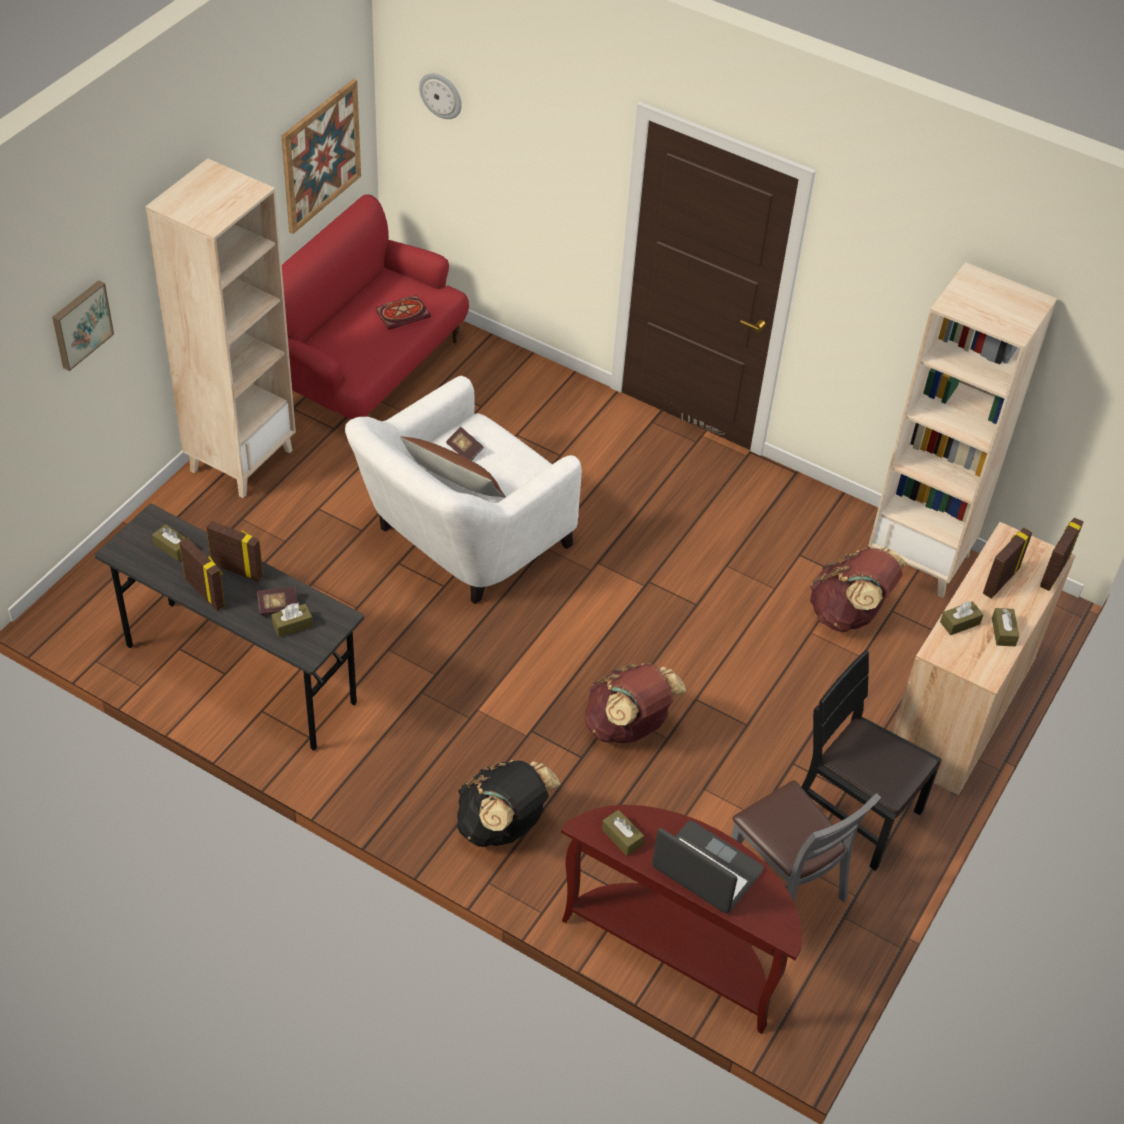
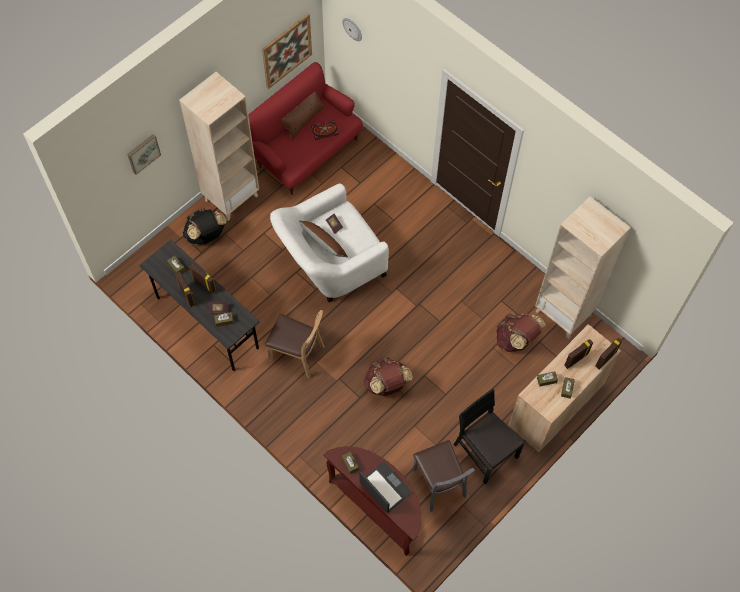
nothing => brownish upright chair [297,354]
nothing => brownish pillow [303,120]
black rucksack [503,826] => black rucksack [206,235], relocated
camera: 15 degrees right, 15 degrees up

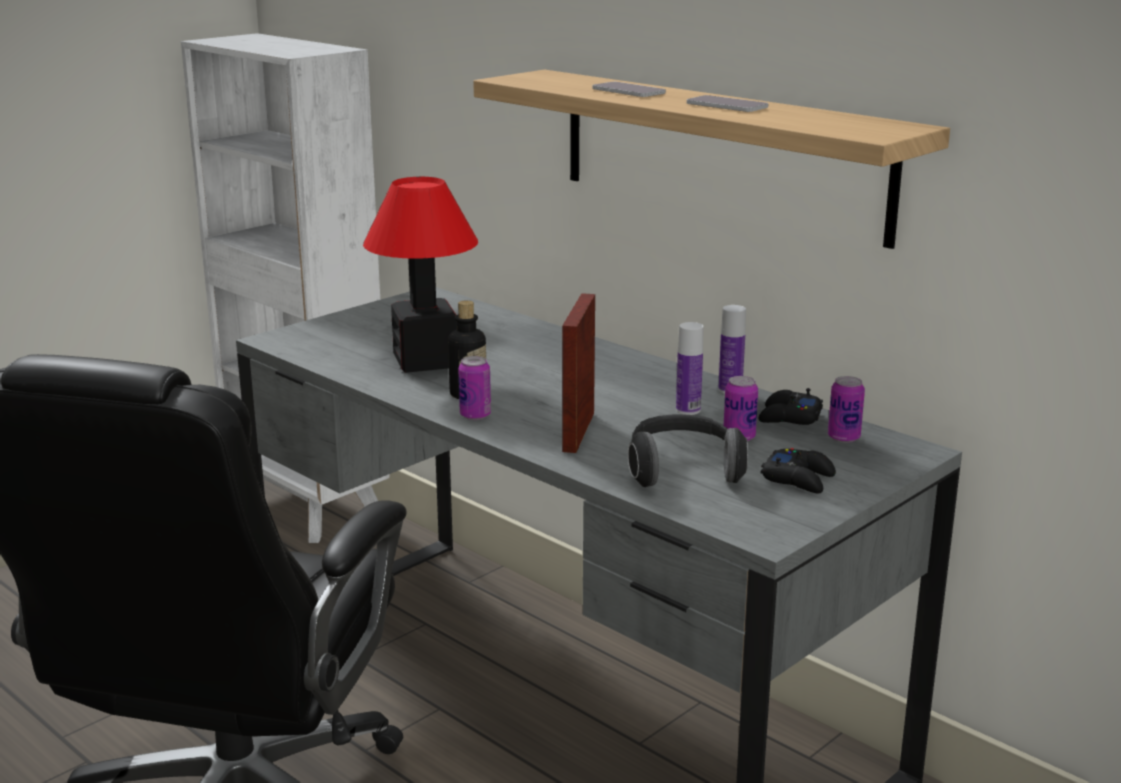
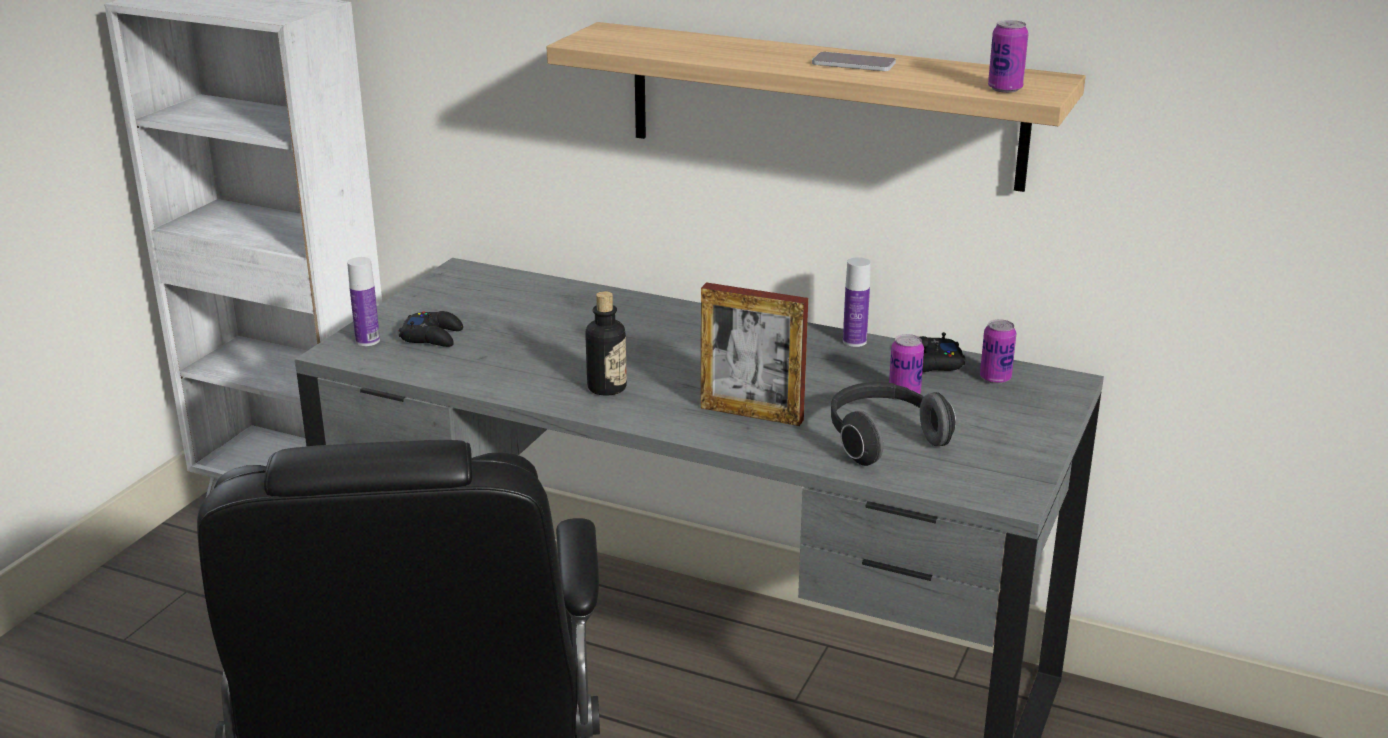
tabletop lamp [425,360] => nothing
telephone [628,91] => nothing
sealed can [475,415] => sealed can [1005,89], relocated
drink bottle [688,410] => drink bottle [367,341], relocated
black gamepad [798,479] => black gamepad [432,336], relocated
picture frame [578,432] => picture frame [751,414], 60 degrees counterclockwise
camera: 20 degrees left, 5 degrees up

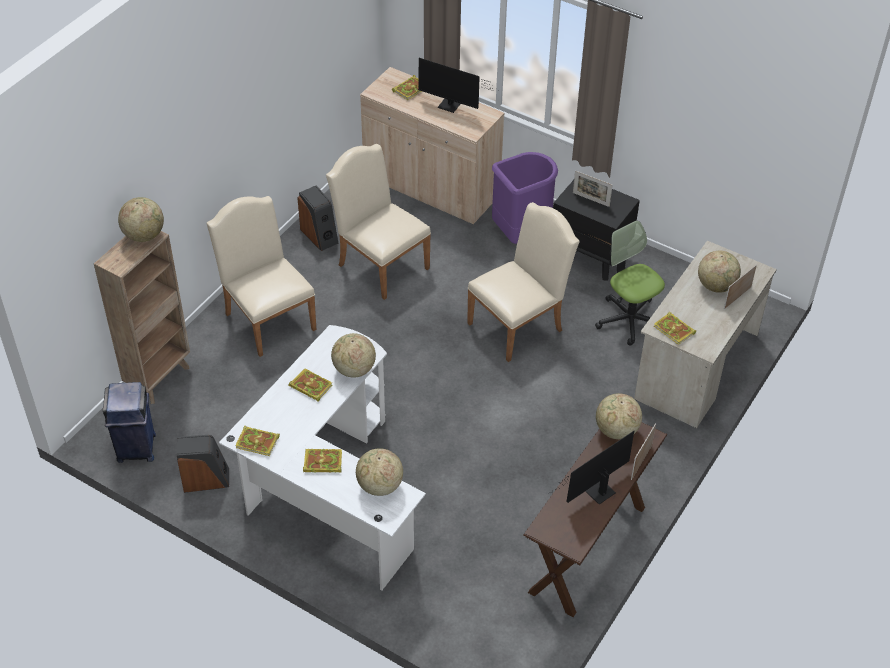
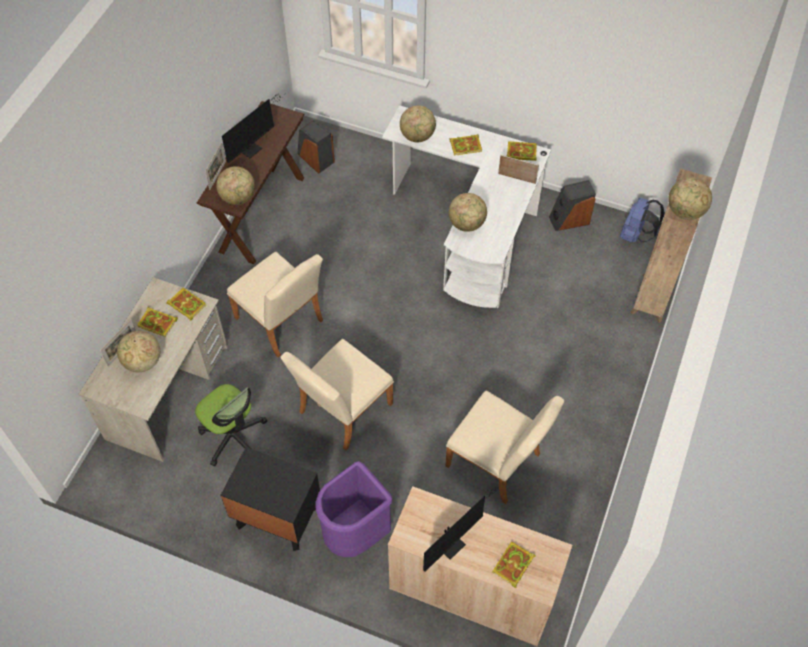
beige upright chair [267,317] => beige upright chair [282,323], relocated
bound book [310,386] => bound book [158,323], relocated
loudspeaker [320,235] => loudspeaker [315,158], relocated
picture frame [591,199] => picture frame [517,178], relocated
bluish rubbish bin [136,448] => bluish rucksack [636,235]
computer display [452,106] => computer display [453,542], 120 degrees clockwise
camera: 170 degrees right, 10 degrees up

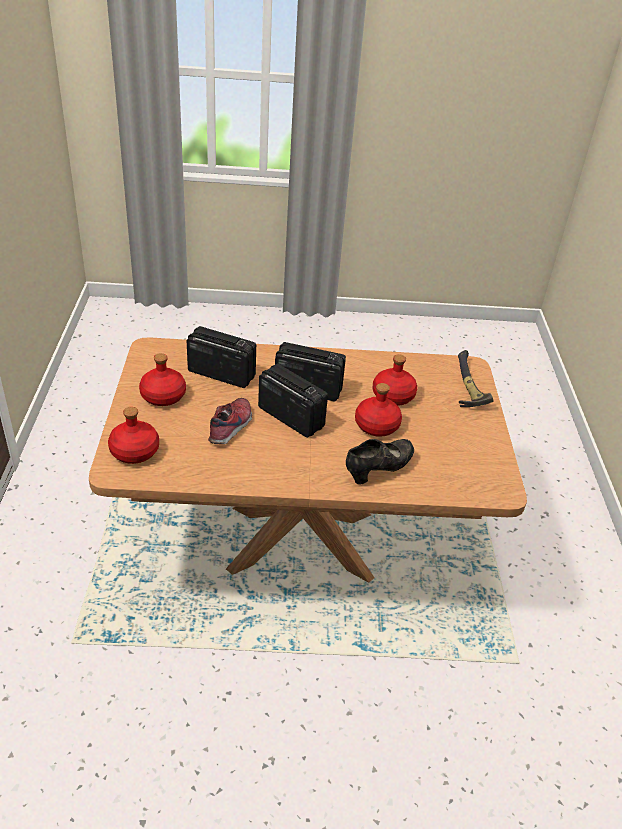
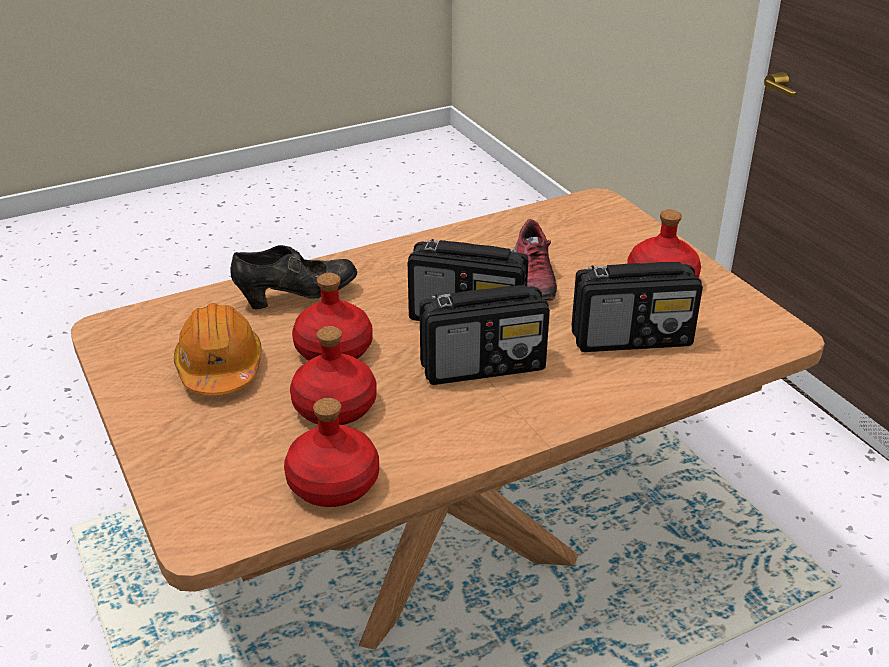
hammer [466,387] => nothing
nothing => orange-coloured hard hat [220,367]
reddish drink bottle [135,451] => reddish drink bottle [332,484], relocated
black low shoe [378,469] => black low shoe [297,297], 135 degrees counterclockwise
camera: 155 degrees right, 5 degrees down

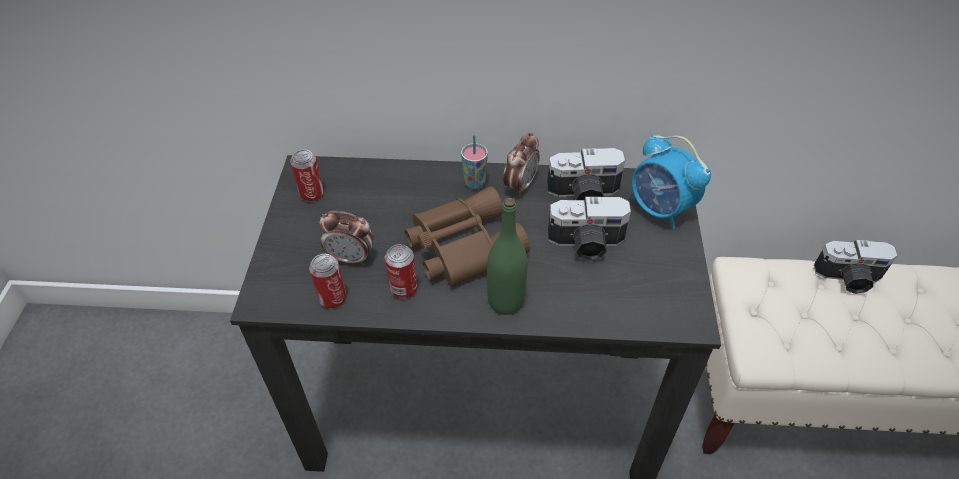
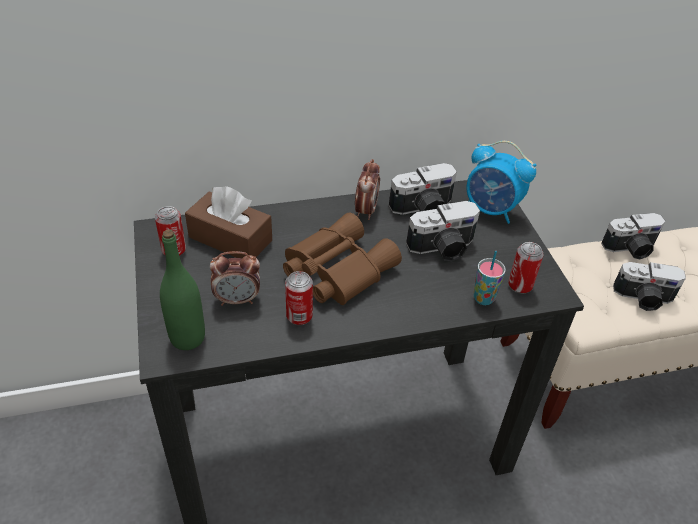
nothing => brownish box of tissues [230,239]
nothing => photo camera [643,299]
sealed can [332,298] => sealed can [520,286], relocated
drinking cup [474,183] => drinking cup [483,298], relocated
greenish drink bottle [506,301] => greenish drink bottle [187,338], relocated
camera: 20 degrees left, 5 degrees down

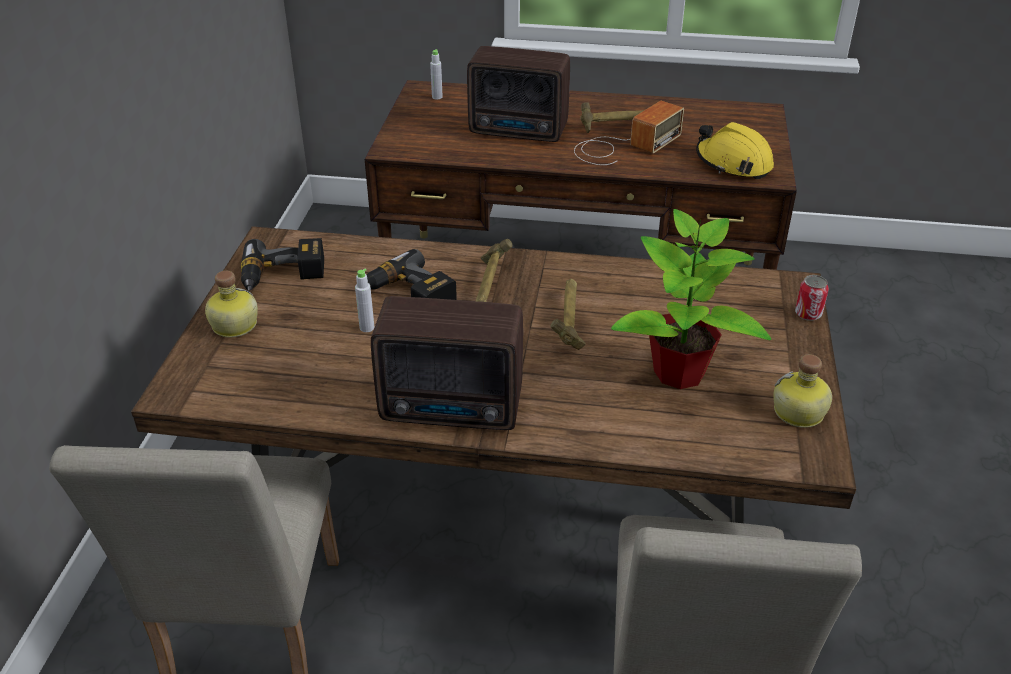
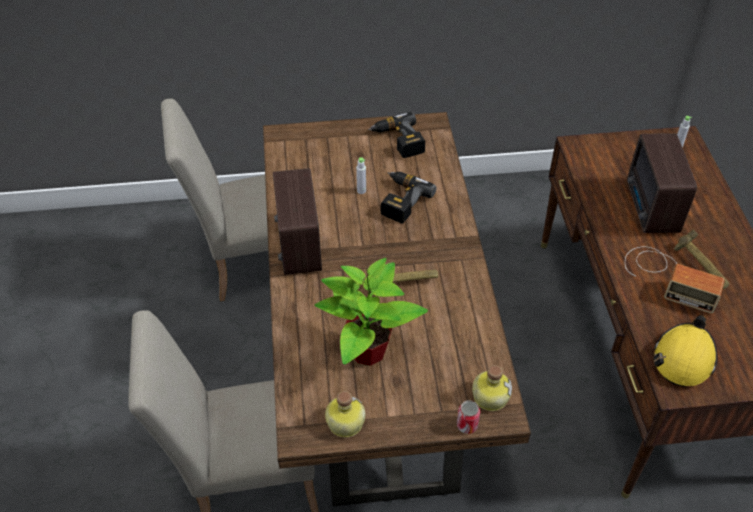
hammer [488,287] => nothing
drink bottle [233,325] => drink bottle [489,396], relocated
camera: 75 degrees right, 10 degrees up

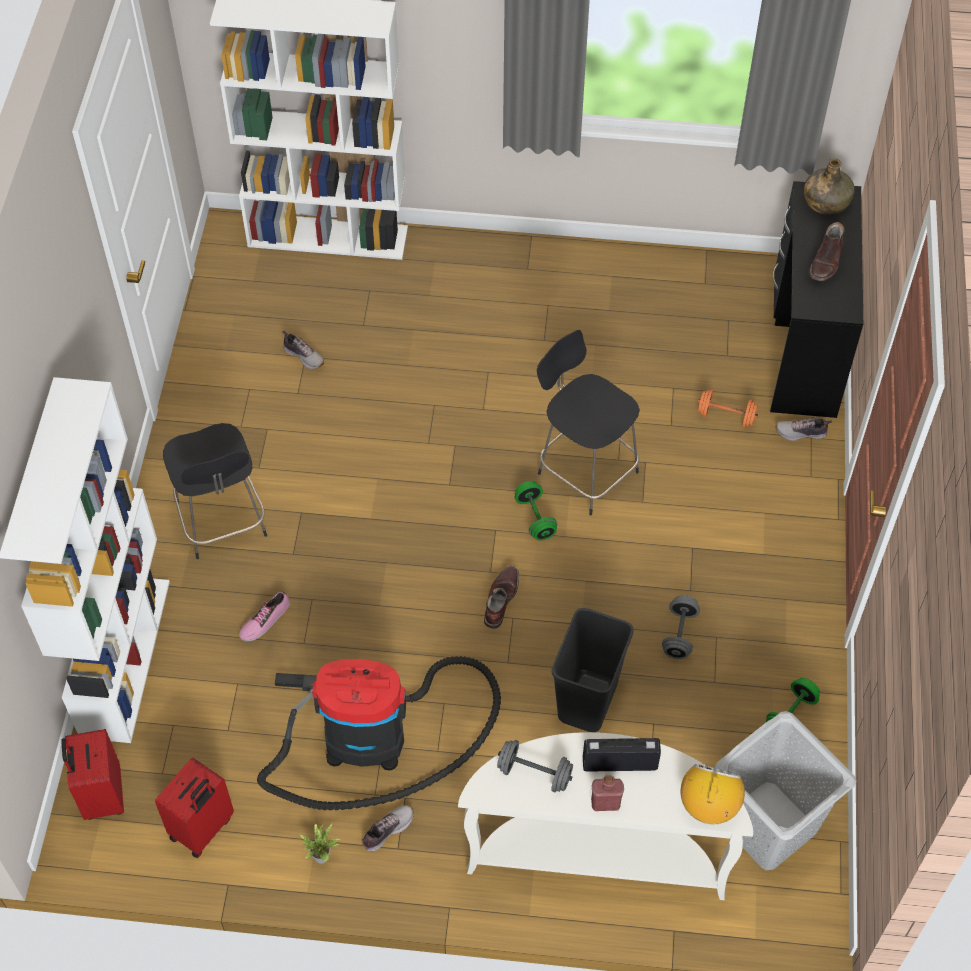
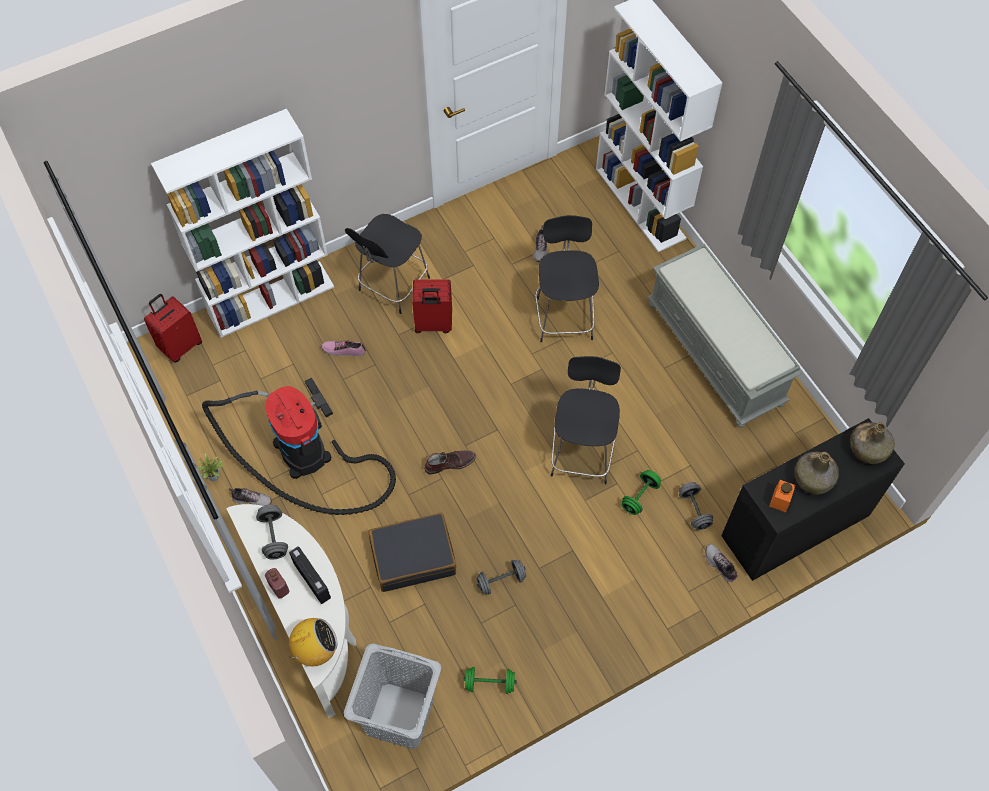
nothing => black stool [564,316]
nothing => grey long seat [716,354]
nothing => orange-coloured storage jar [780,500]
reddish piece of luggage [203,829] => reddish piece of luggage [433,324], relocated
greenish free weight [535,518] => greenish free weight [640,497], relocated
black rubbish bin [588,702] => black piece of luggage [413,556]
brownish tall boot [826,261] => greenish drink bottle [813,479]
orange-coloured free weight [726,416] => grey free weight [694,510]
camera: 55 degrees right, 5 degrees up

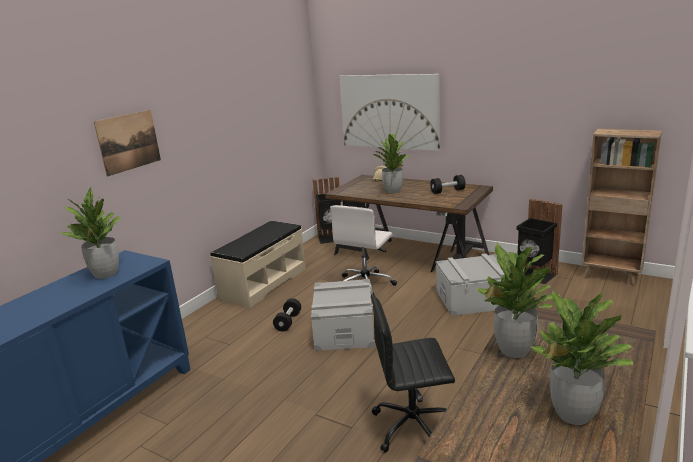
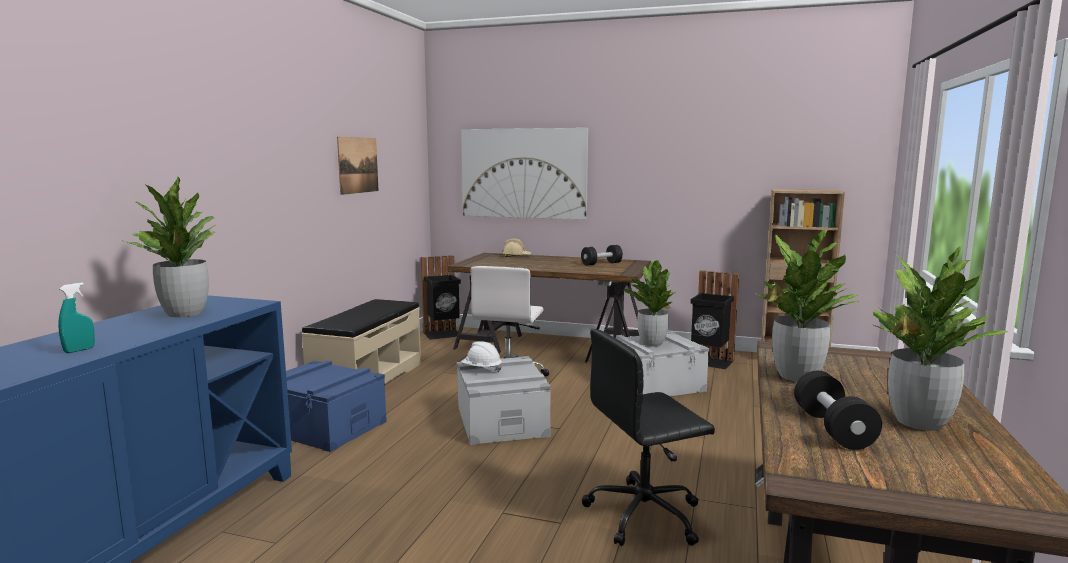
nothing => turquoise-coloured hand sprayer [79,350]
nothing => bluish storage box [323,426]
nothing => white hard hat [481,369]
picture [128,142] => picture [358,165], relocated
black free weight [288,322] => black free weight [833,429], relocated
plant in a pot [393,191] => plant in a pot [651,343], relocated
camera: 15 degrees left, 10 degrees down

